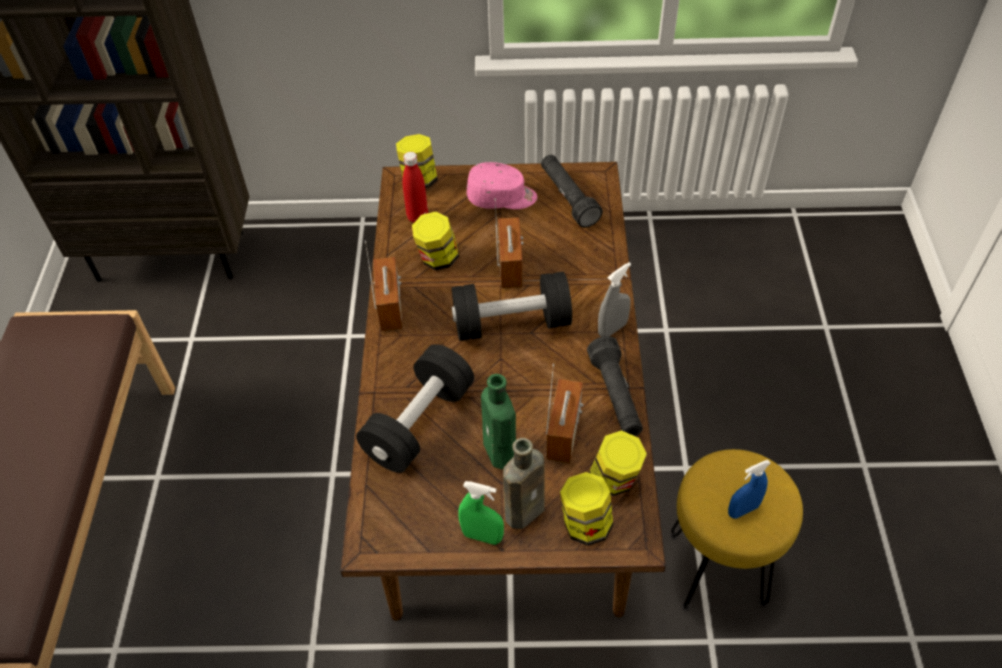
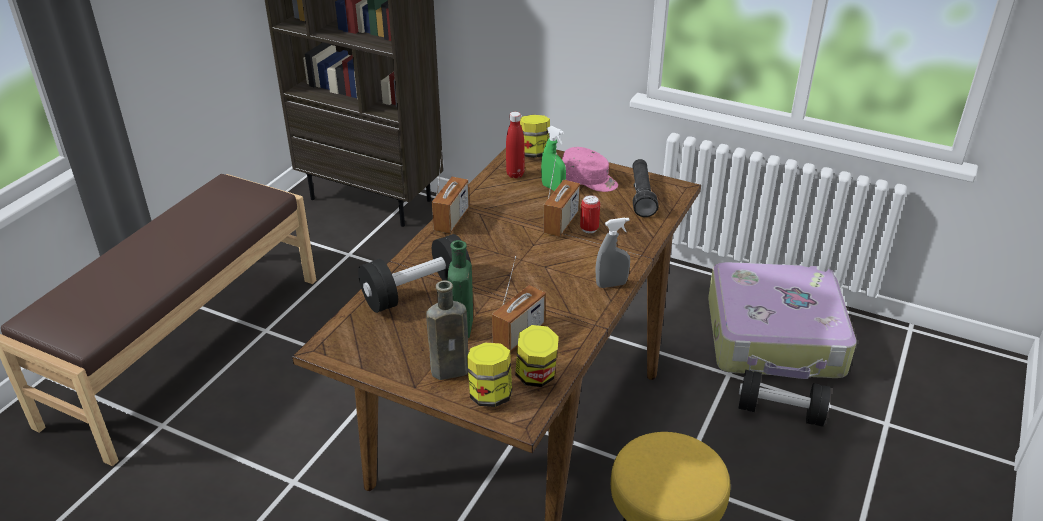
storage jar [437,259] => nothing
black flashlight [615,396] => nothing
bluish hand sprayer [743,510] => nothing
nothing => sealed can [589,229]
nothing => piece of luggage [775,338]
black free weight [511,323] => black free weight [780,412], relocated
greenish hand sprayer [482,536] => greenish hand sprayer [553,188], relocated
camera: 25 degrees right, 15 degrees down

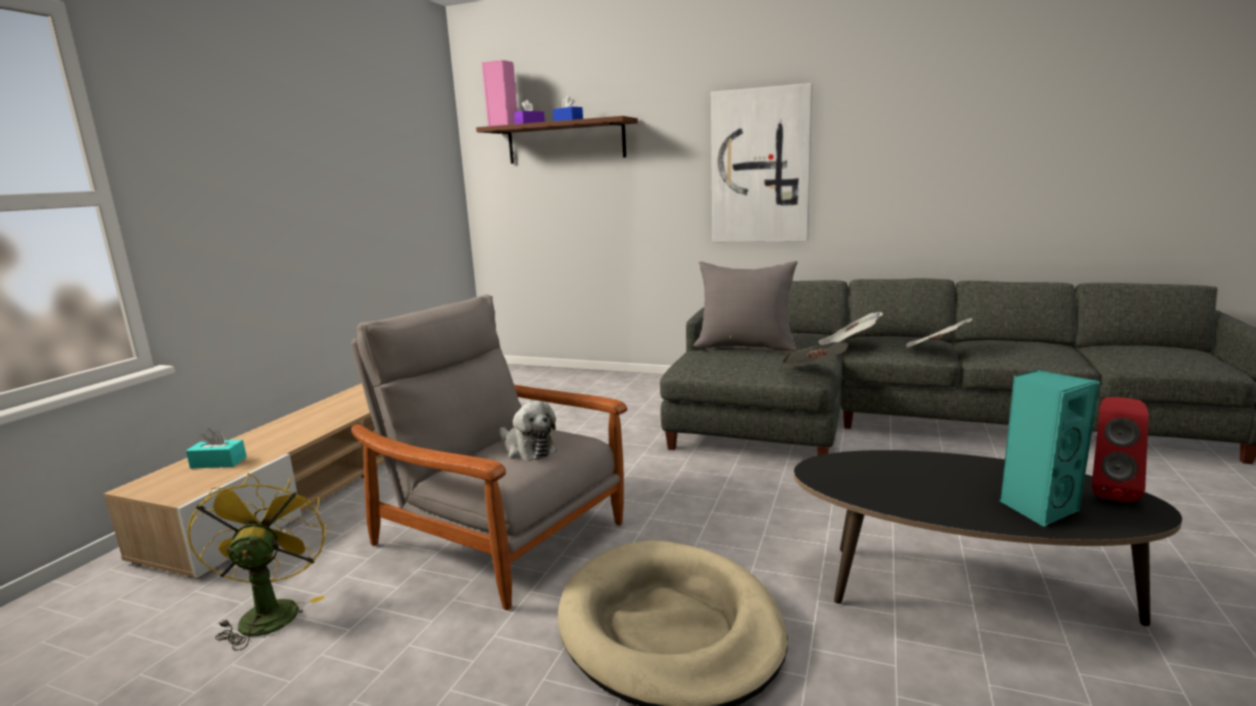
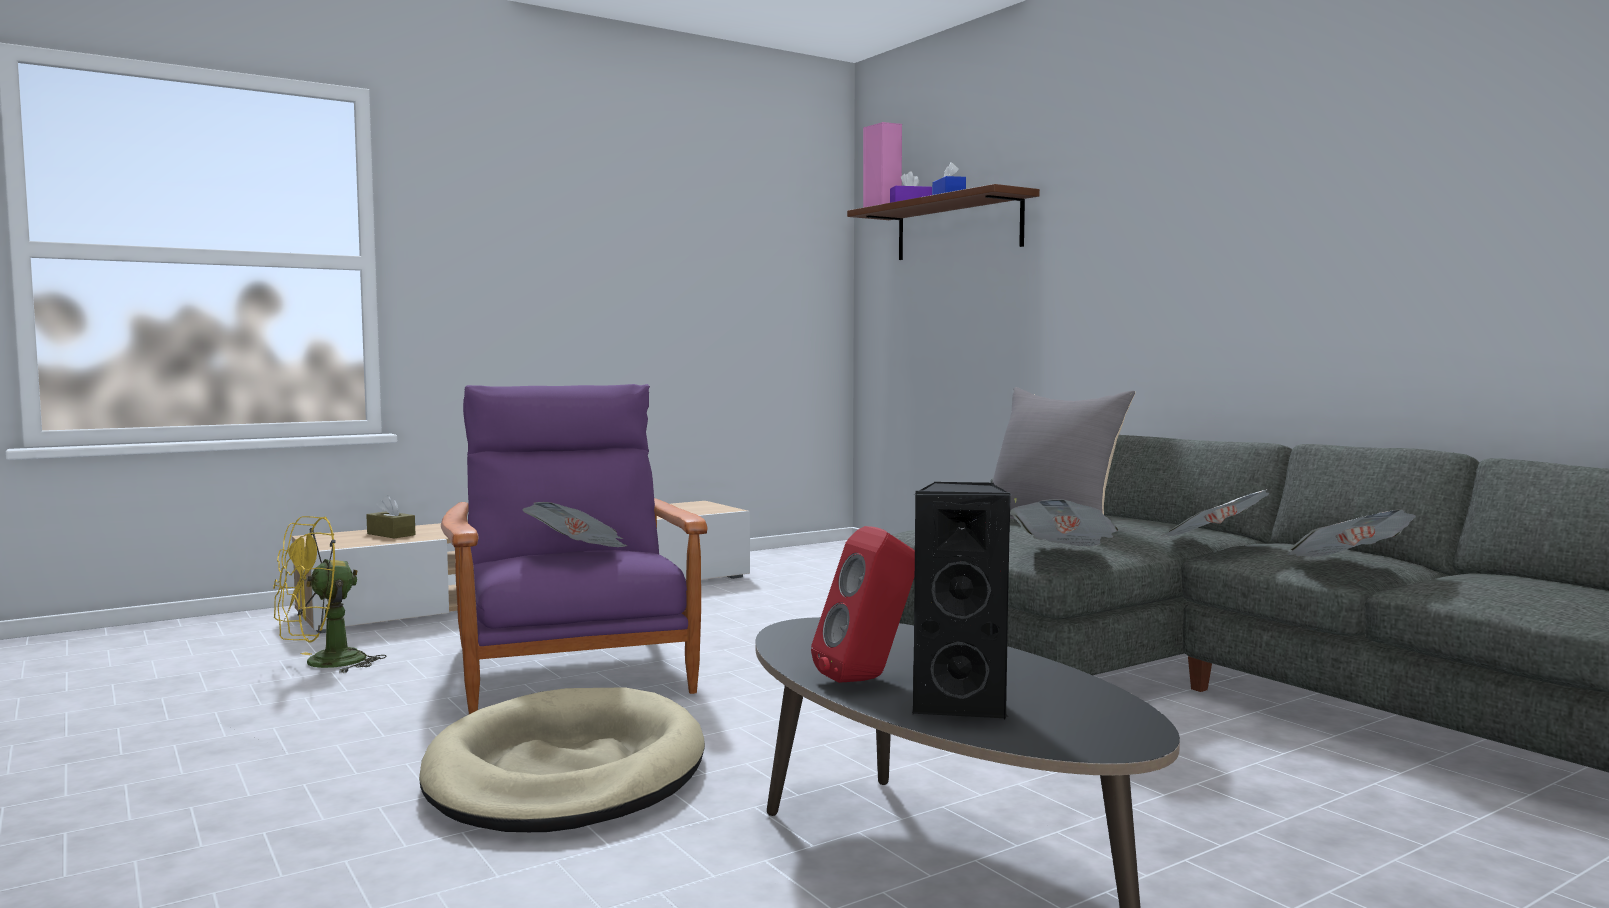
picture [760,166] => nothing
reddish loudspeaker [1109,492] => reddish loudspeaker [868,679], relocated
cuddly toy [527,449] => daily paper [579,554]
turquoise-coloured box of tissues [218,462] => brownish box of tissues [391,534]
grey lounge chair [501,535] => purple lounge chair [571,669]
turquoise-coloured loudspeaker [1036,508] => black loudspeaker [961,704]
yellowish electric fan [270,611] => yellowish electric fan [323,664], 150 degrees counterclockwise
camera: 35 degrees right, 10 degrees down

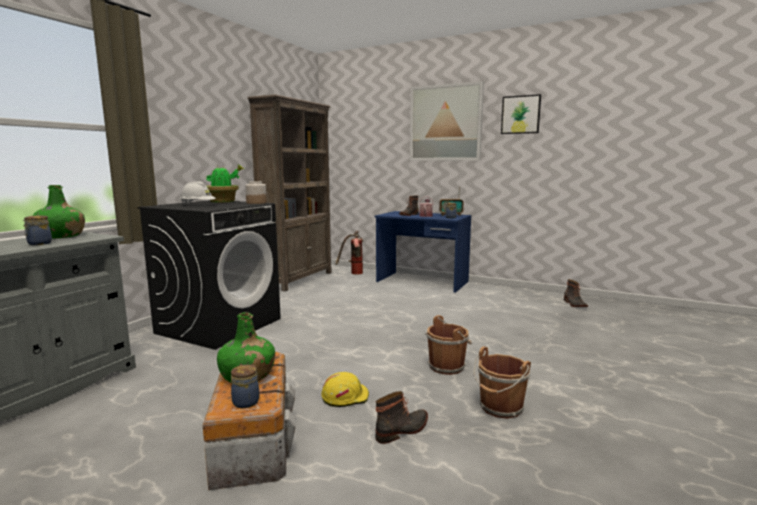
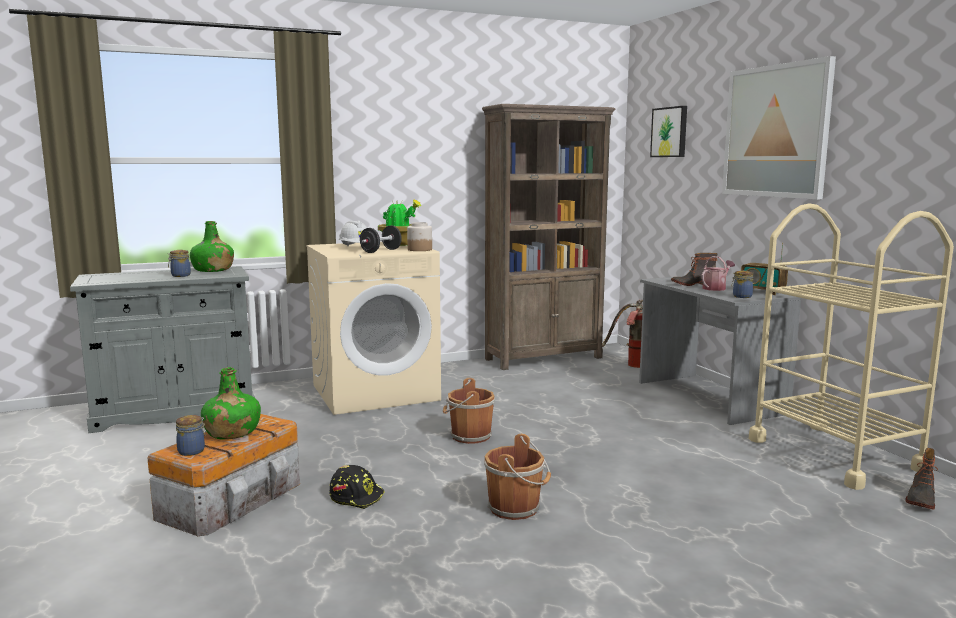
tall boot [403,430] => nothing
nothing => black free weight [381,251]
nothing => beige wheeled cart [834,454]
brownish pail [500,408] => brownish pail [469,436], relocated
picture [520,115] => picture [670,132], relocated
black washing machine [220,325] => beige washing machine [375,392]
yellowish hard hat [345,397] => black hard hat [357,496]
bluish desk unit [422,282] => grey desk unit [708,398]
camera: 40 degrees right, 0 degrees up

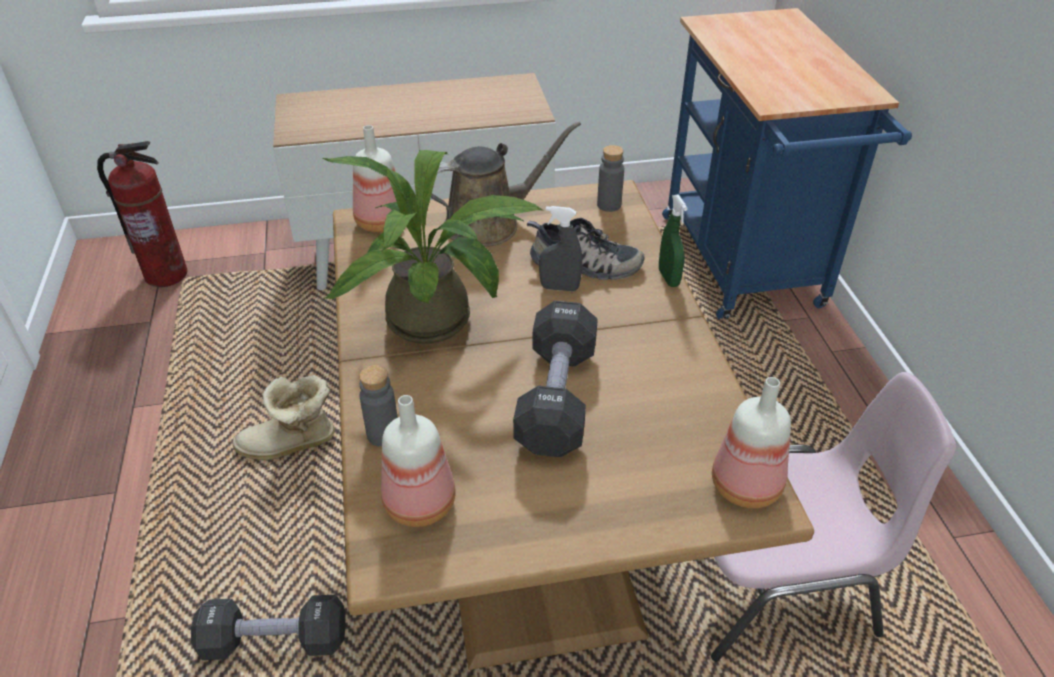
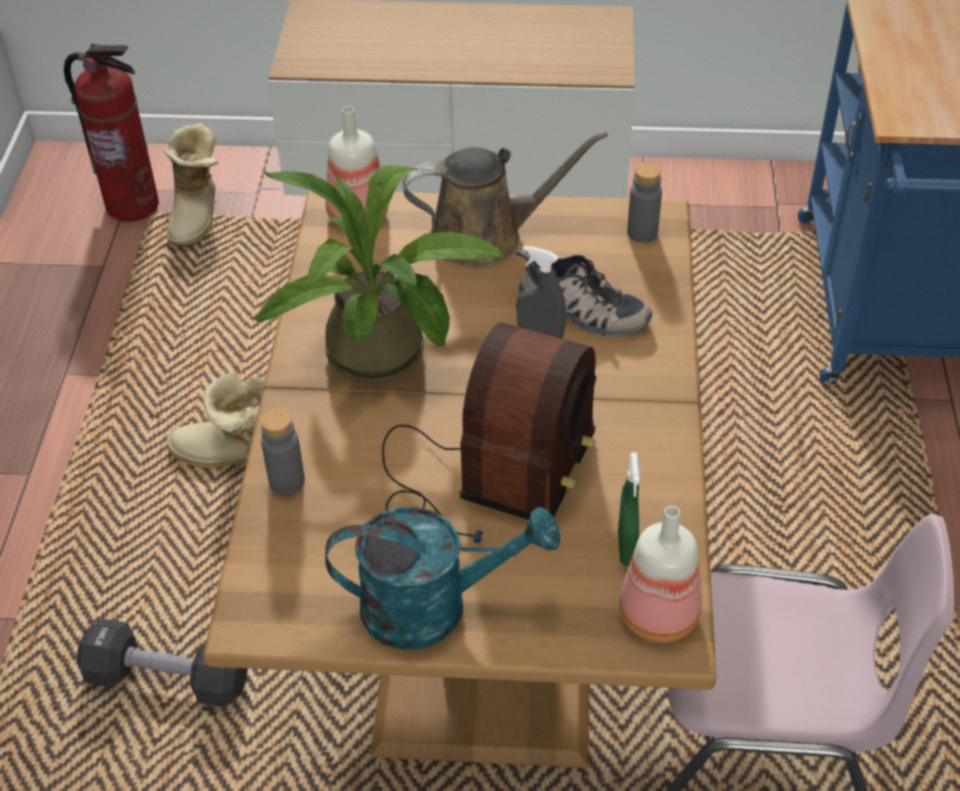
drink bottle [421,501] => nothing
nothing => tall boot [198,216]
nothing => turquoise-coloured watering can [434,606]
greenish hand sprayer [668,278] => greenish hand sprayer [626,548], relocated
black free weight [556,398] => radio receiver [487,474]
camera: 15 degrees right, 5 degrees up

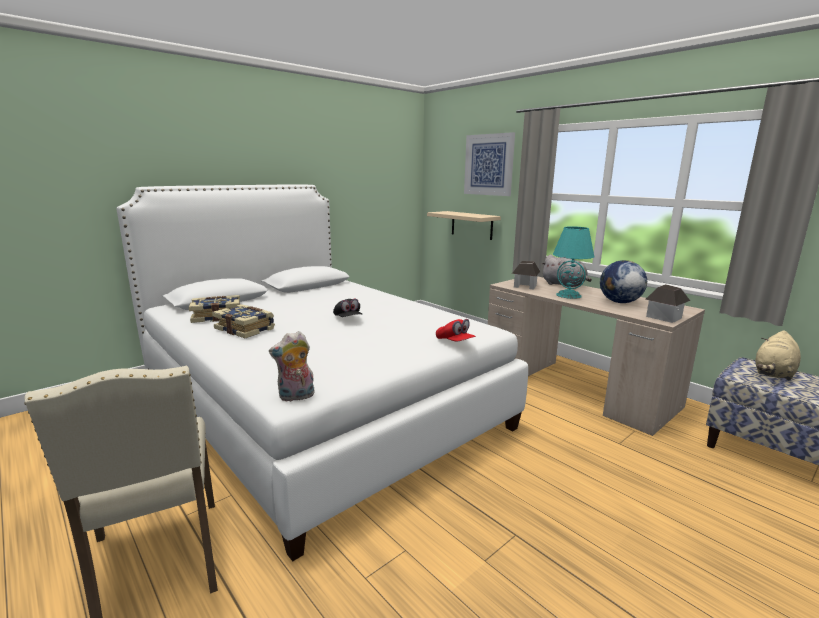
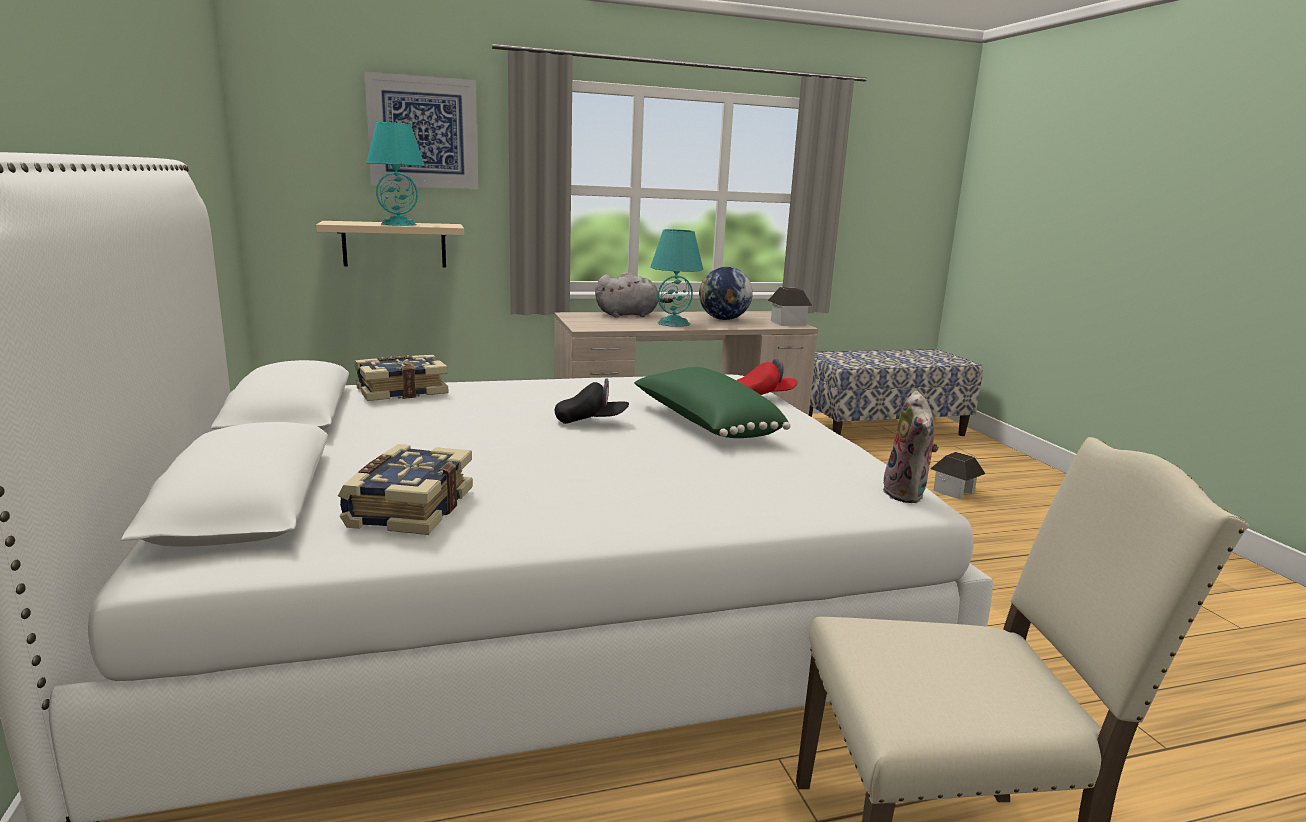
beige cuddly toy [773,373] => nothing
nothing => turquoise-coloured tabletop lamp [399,224]
nothing => greenish pillow [704,424]
bound book [245,329] => bound book [401,391], relocated
toy house [525,286] => toy house [954,491], relocated
camera: 65 degrees left, 0 degrees up

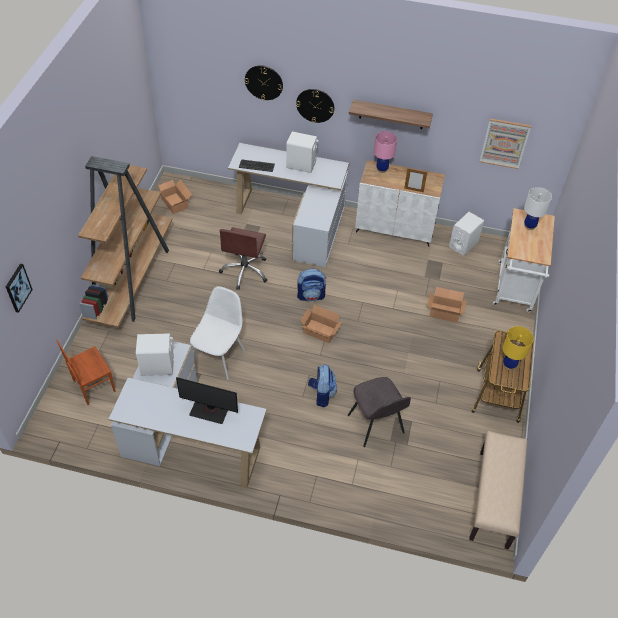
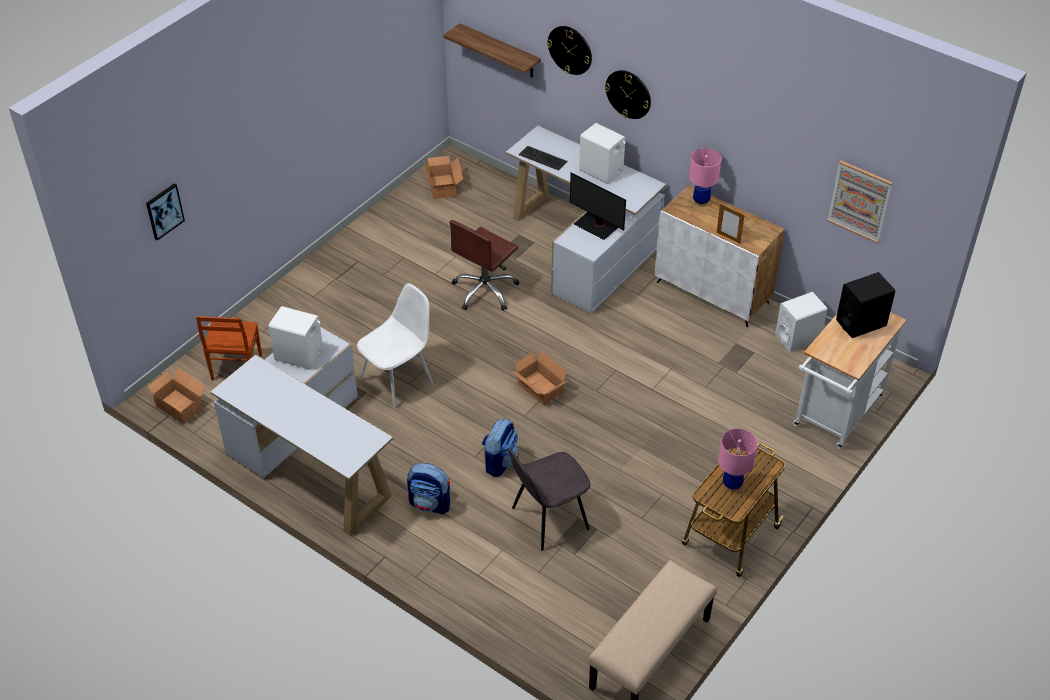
brownish shelving unit [132,279] => nothing
computer display [210,410] => computer display [597,225], relocated
rucksack [311,295] => rucksack [430,503], relocated
shelf [391,114] => shelf [500,51], relocated
packing box [444,311] => packing box [180,405], relocated
white tabletop lamp [529,226] => black loudspeaker [861,323]
yellowish tabletop lamp [509,365] => pink tabletop lamp [732,485]
brownish upright chair [93,386] => brownish upright chair [236,368], 75 degrees counterclockwise
grey upright chair [376,425] => grey upright chair [548,519], 60 degrees clockwise
camera: 25 degrees right, 5 degrees down

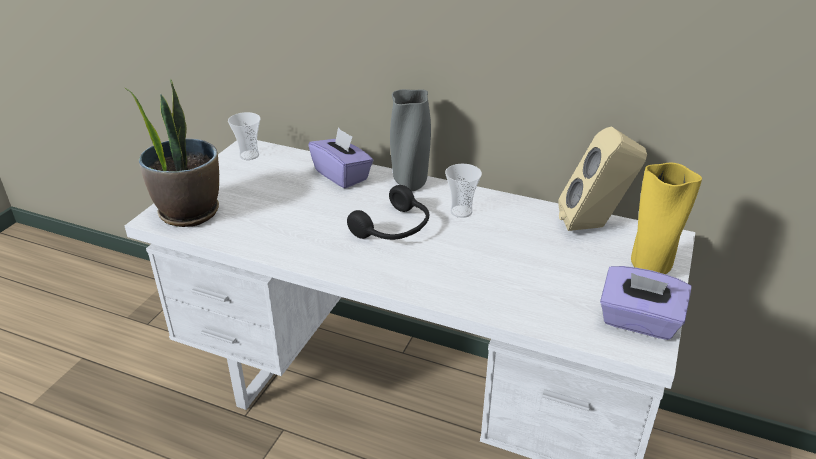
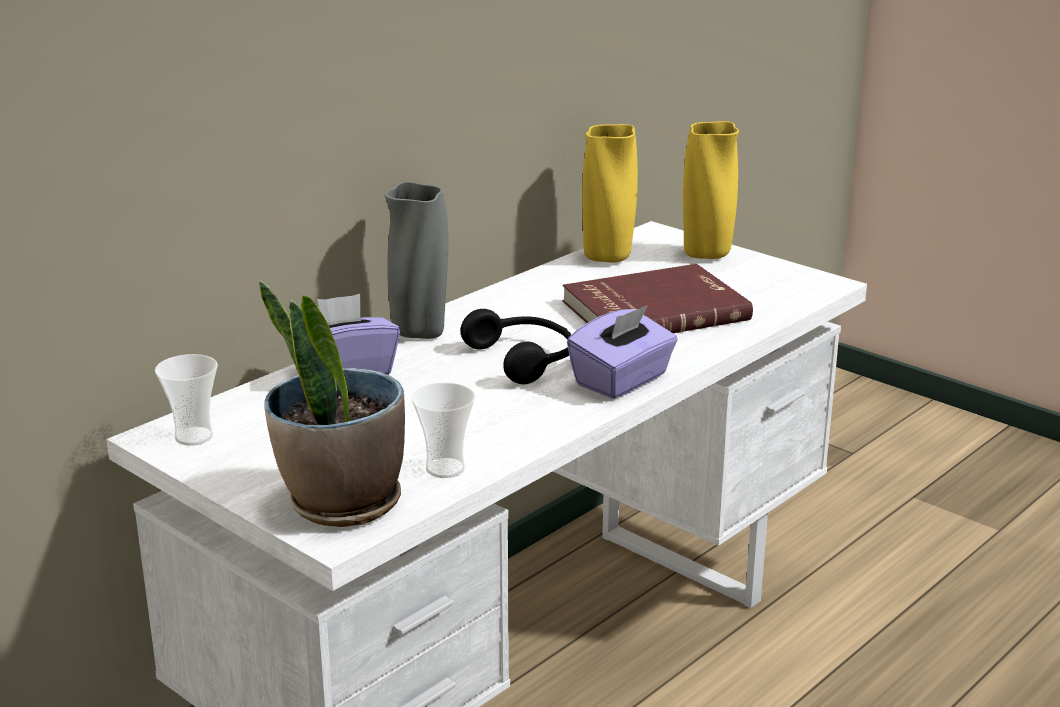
nothing => reddish bound book [654,309]
drinking cup [461,212] => drinking cup [445,468], relocated
purple box of tissues [638,321] => purple box of tissues [622,380], relocated
beige loudspeaker [594,226] => yellowish flower vase [607,258]
camera: 70 degrees left, 10 degrees down

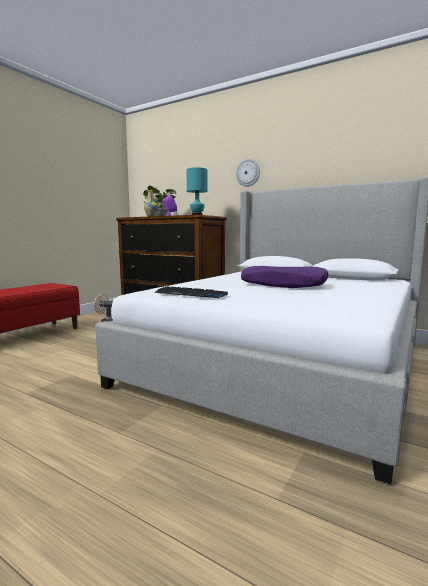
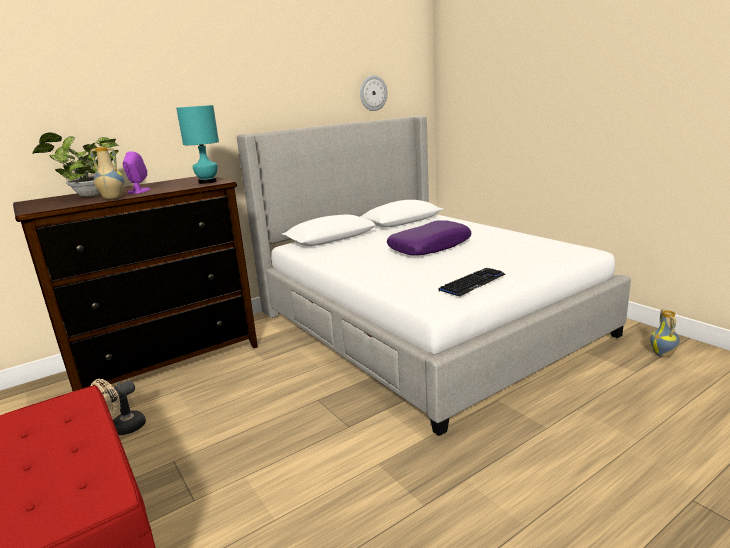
nothing => flower vase [663,354]
wall clock [248,173] => wall clock [373,93], relocated
camera: 65 degrees left, 10 degrees up

